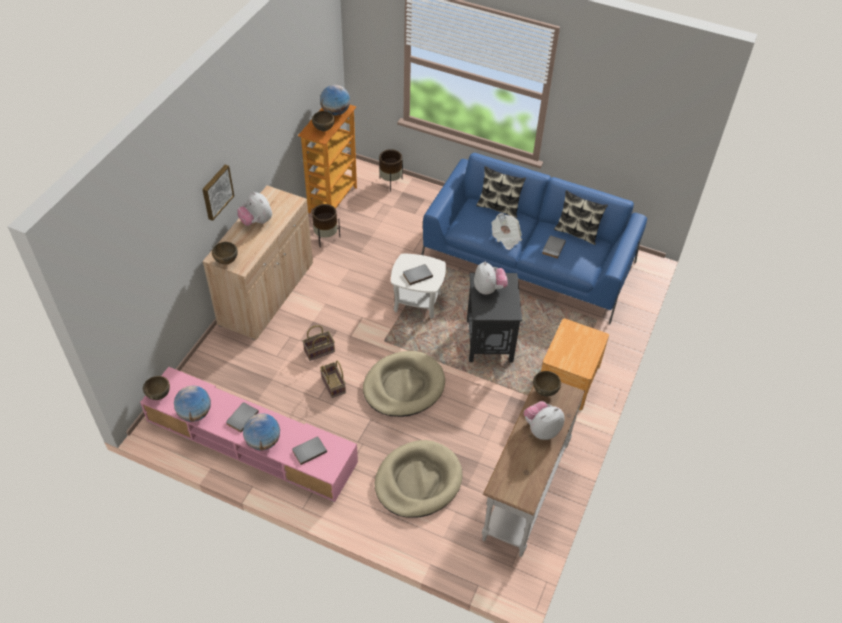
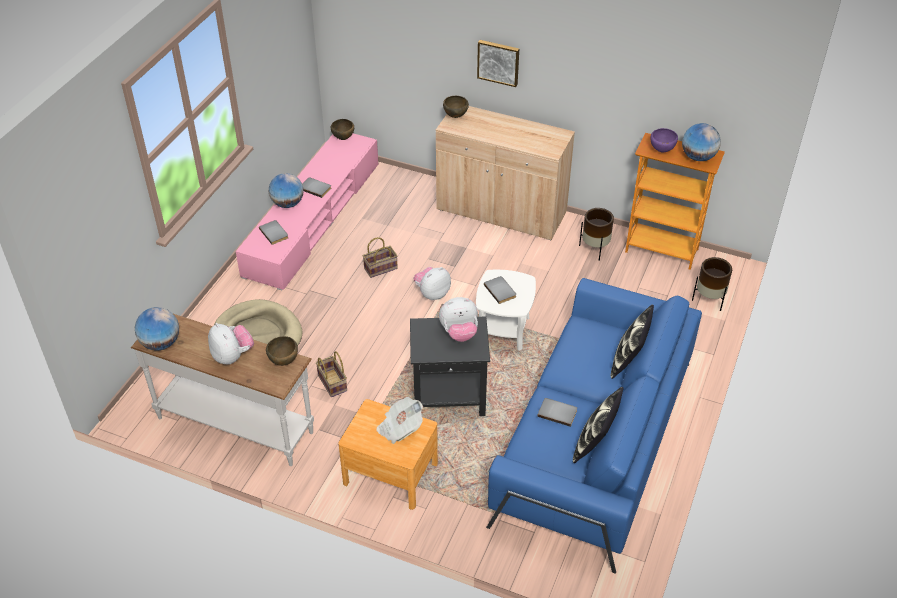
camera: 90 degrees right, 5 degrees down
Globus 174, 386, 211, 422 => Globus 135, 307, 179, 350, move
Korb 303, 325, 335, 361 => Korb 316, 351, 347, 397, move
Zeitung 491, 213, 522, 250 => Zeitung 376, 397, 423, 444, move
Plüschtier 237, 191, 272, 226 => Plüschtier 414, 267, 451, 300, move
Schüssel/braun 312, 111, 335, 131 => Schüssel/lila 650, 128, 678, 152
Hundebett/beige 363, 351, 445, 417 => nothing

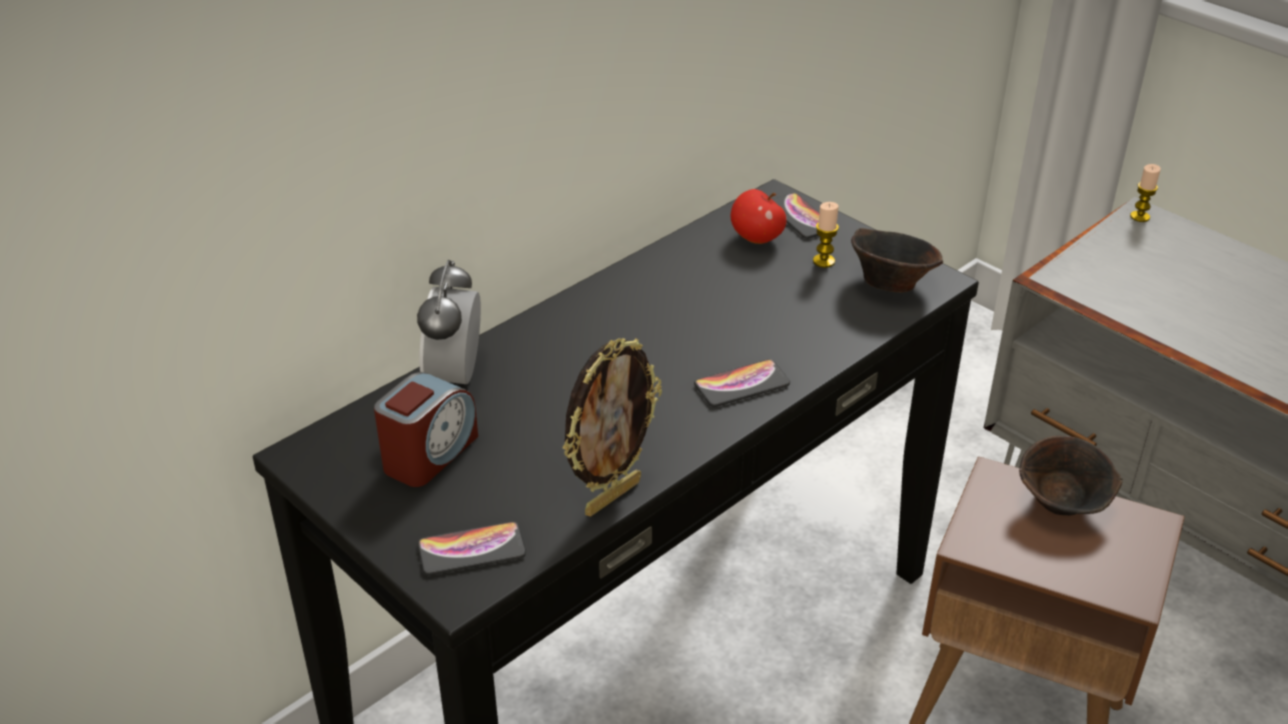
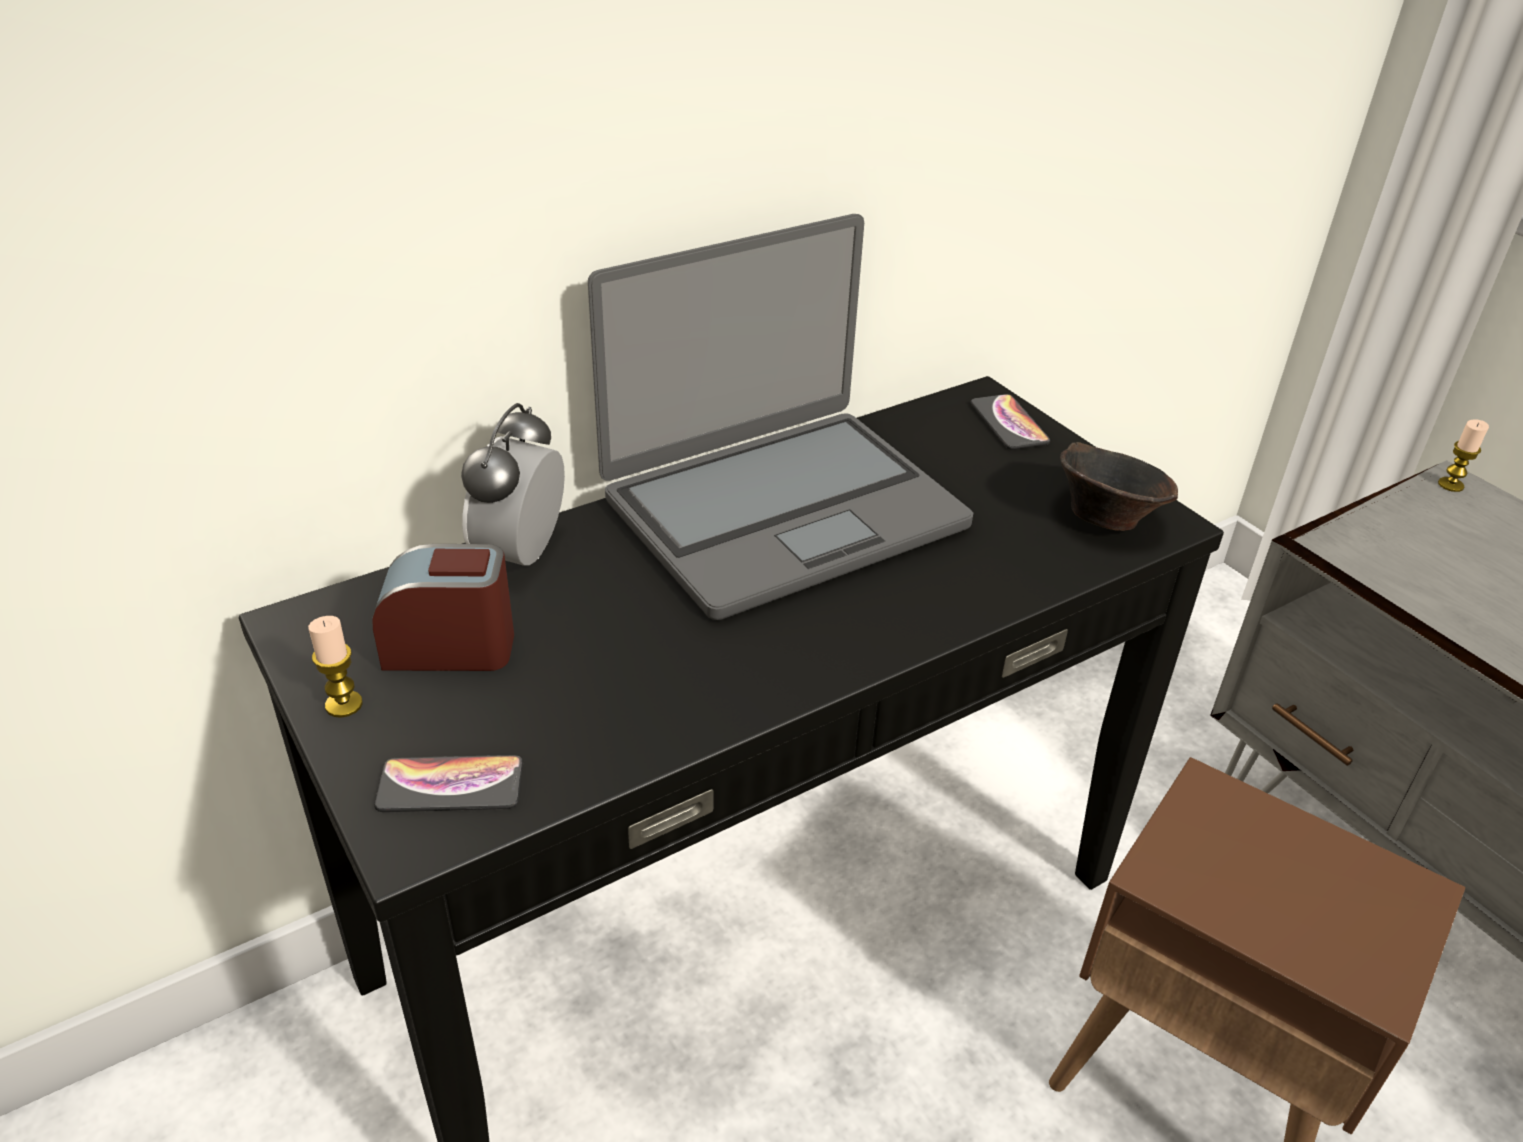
camera: 10 degrees right, 0 degrees up
Kerze 813, 202, 839, 268 => Kerze 308, 616, 363, 718, move
Wecker 374, 372, 478, 487 => Wecker 372, 544, 514, 671, 135 degrees counterclockwise
nothing => Laptop 588, 214, 973, 620
Bilderrahmen 563, 338, 662, 517 => nothing
Handy 694, 359, 790, 407 => nothing
Apfel 731, 189, 787, 244 => nothing
Schüssel/braun 1019, 436, 1122, 516 => nothing

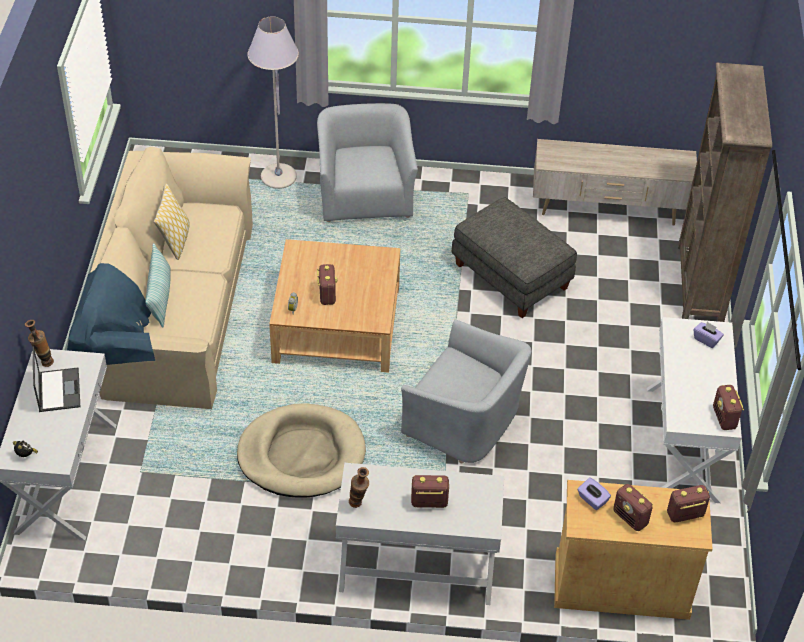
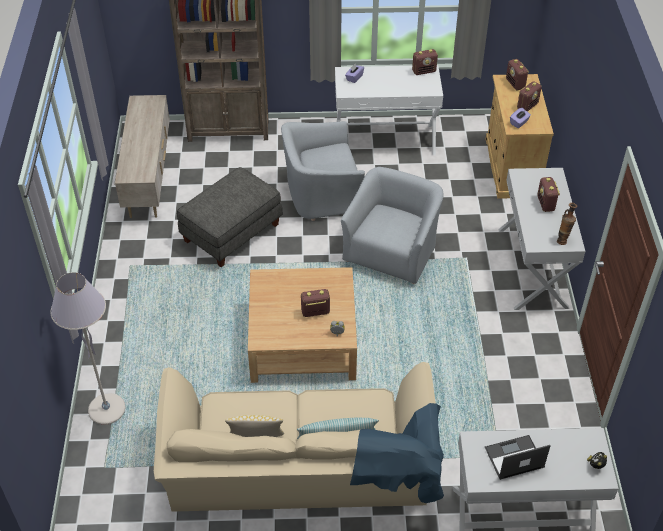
camera: 95 degrees left, 0 degrees up
Sessel/grau 317, 103, 418, 222 => Sessel/grau 281, 121, 365, 221, move
Vase 25, 320, 54, 367 => nothing
Hundebett/beige 237, 403, 366, 498 => nothing

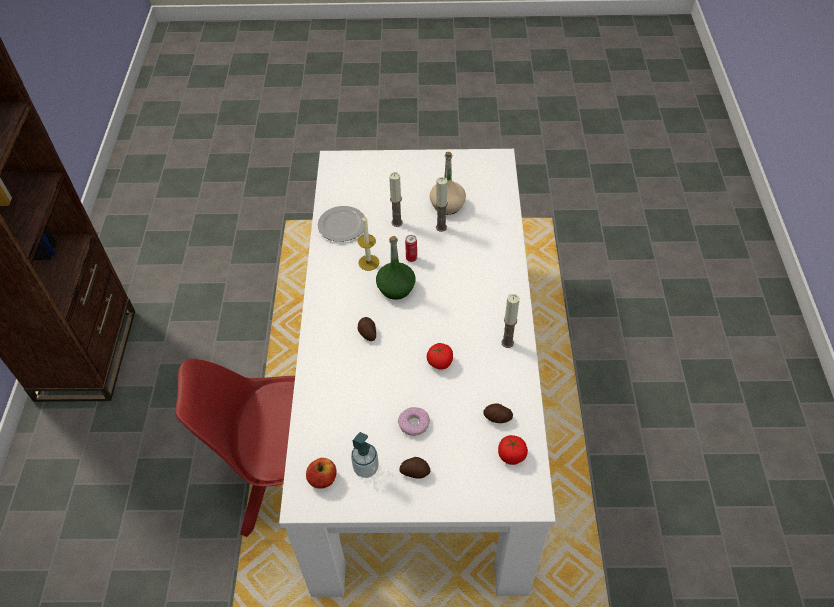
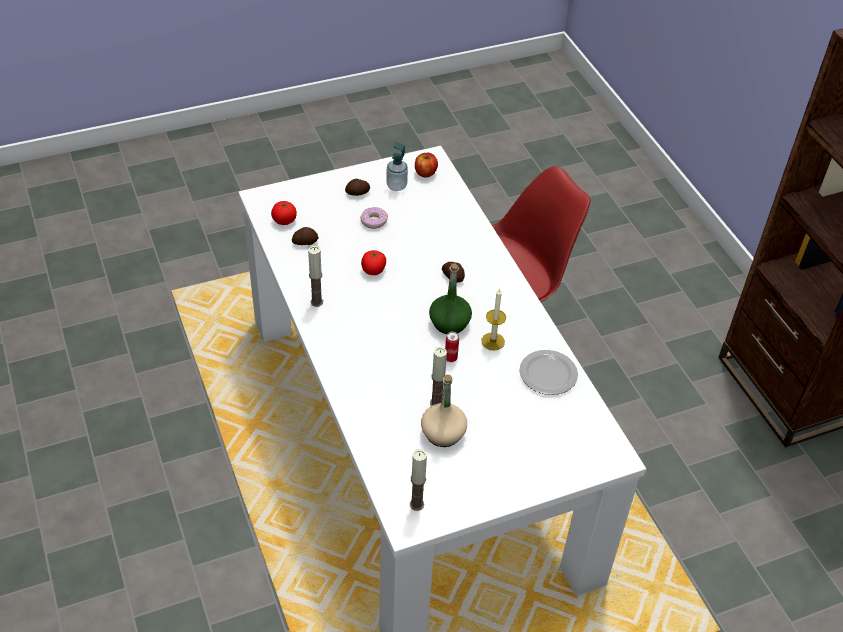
camera: 155 degrees right, 5 degrees down
Kerze 389, 172, 403, 227 => Kerze 410, 449, 427, 511, move

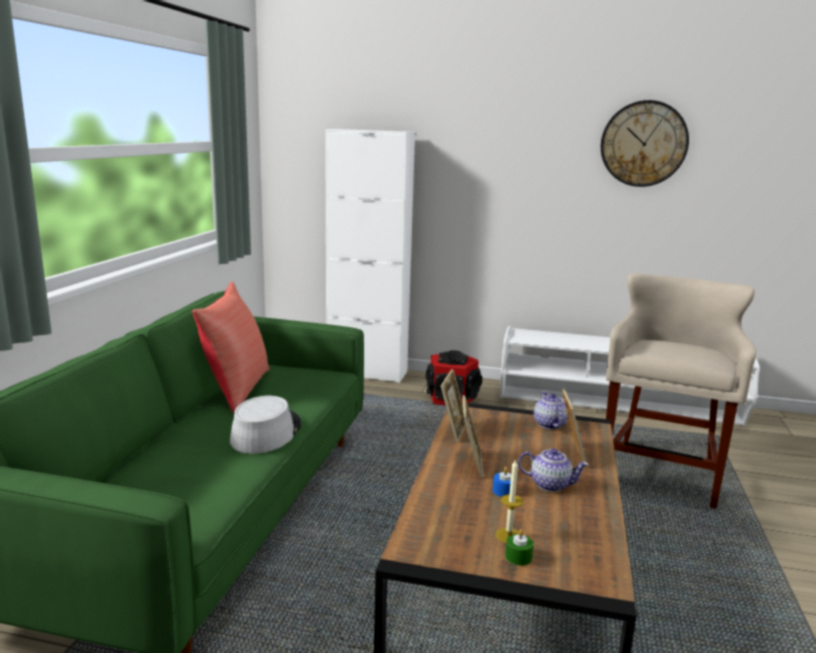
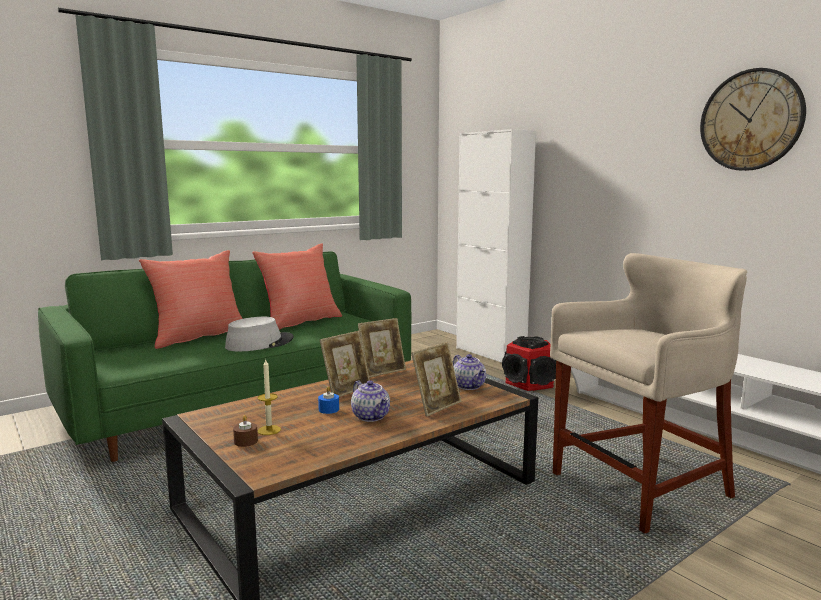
camera: 40 degrees right, 5 degrees down
nothing => Kissen/rot 139, 250, 243, 349
Kerze/grün 505, 529, 534, 566 => Kerze/braun 233, 415, 258, 447
Teekanne 534, 391, 568, 429 => Teekanne 453, 354, 486, 390, 120 degrees clockwise

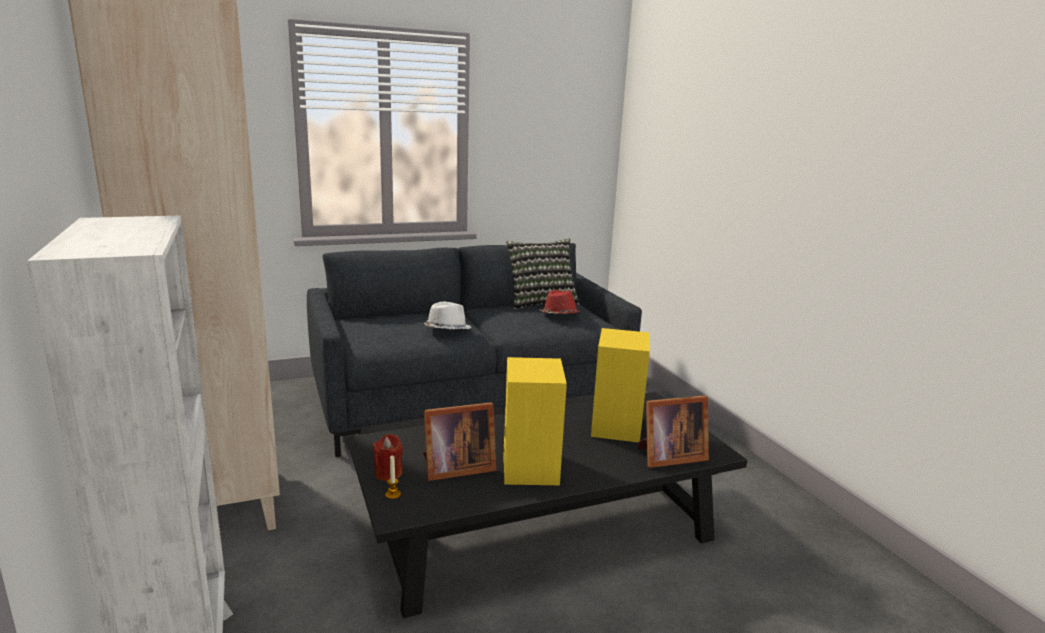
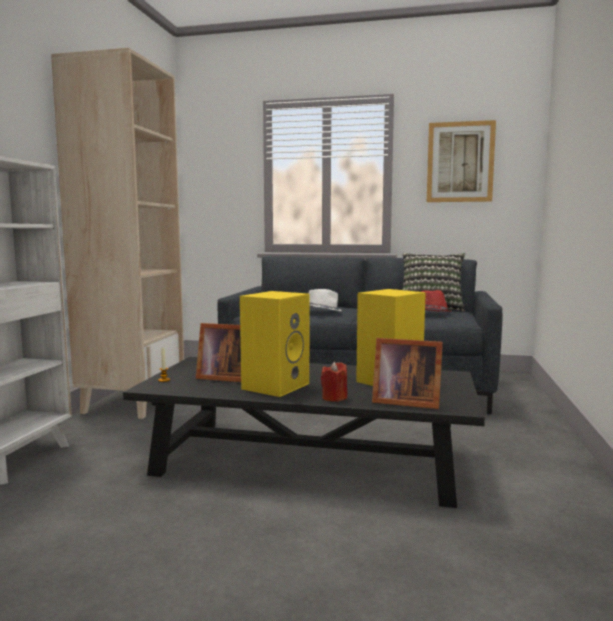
camera: 35 degrees right, 10 degrees down
Kerze/rot 373, 434, 403, 481 => Kerze/rot 321, 362, 347, 402, move
nothing => Bild 427, 120, 496, 202

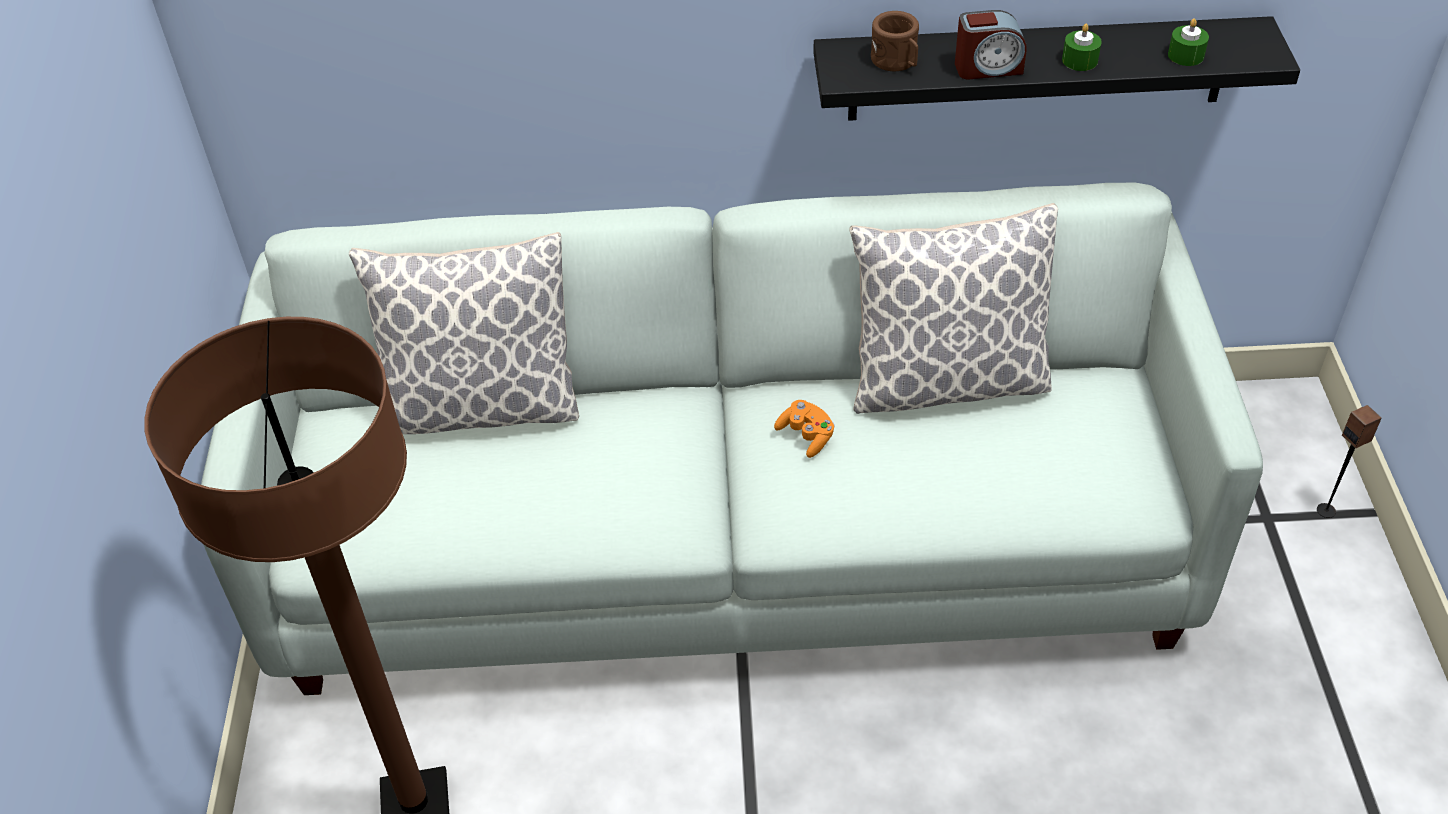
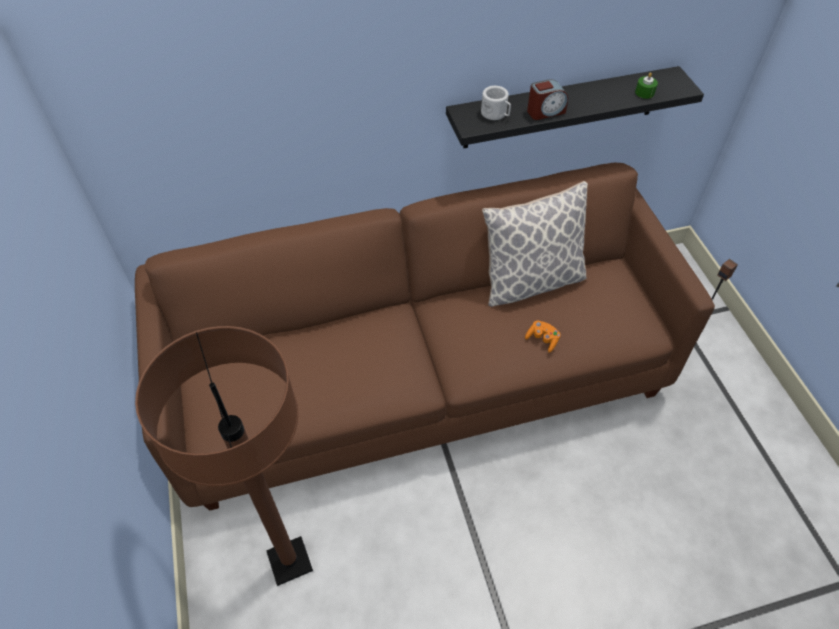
camera: 15 degrees left, 5 degrees up
Sofa/weiß 201, 183, 1263, 695 => Sofa/braun 135, 163, 715, 511
Henkelbecher/braun 871, 11, 919, 71 => Henkelbecher/weiß 481, 86, 511, 120
Gamepad/orange 774, 400, 834, 458 => Gamepad/orange 525, 321, 560, 353, move
Kissen 349, 232, 579, 434 => nothing
Kerze/grün 1062, 24, 1102, 71 => nothing

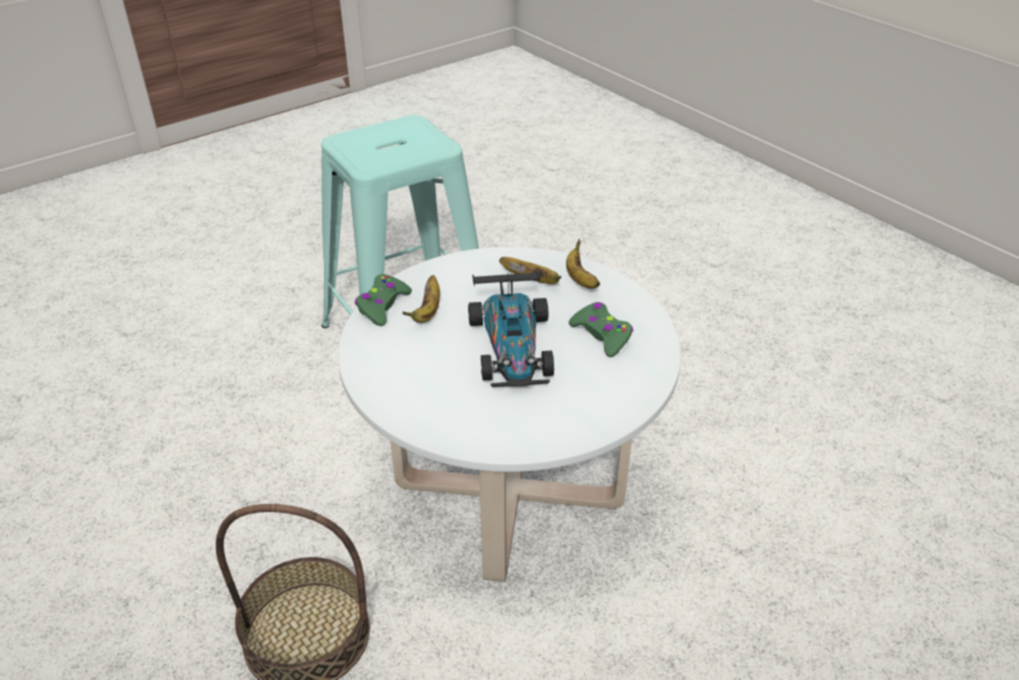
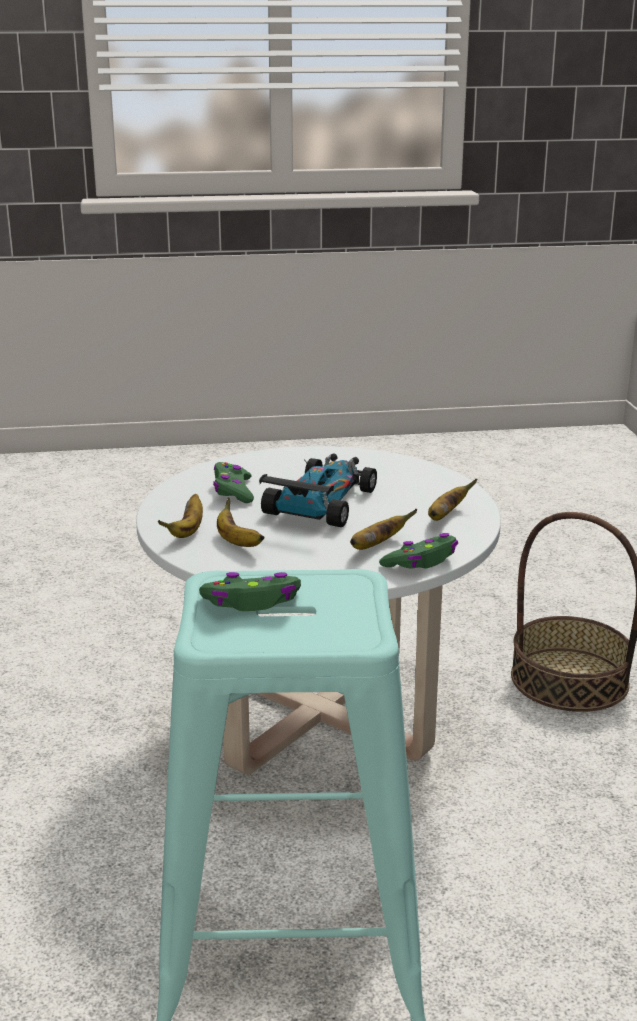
camera: 150 degrees left, 15 degrees down
nothing => Gamepad/grün 199, 572, 301, 611
nothing => Banane 428, 479, 477, 521

